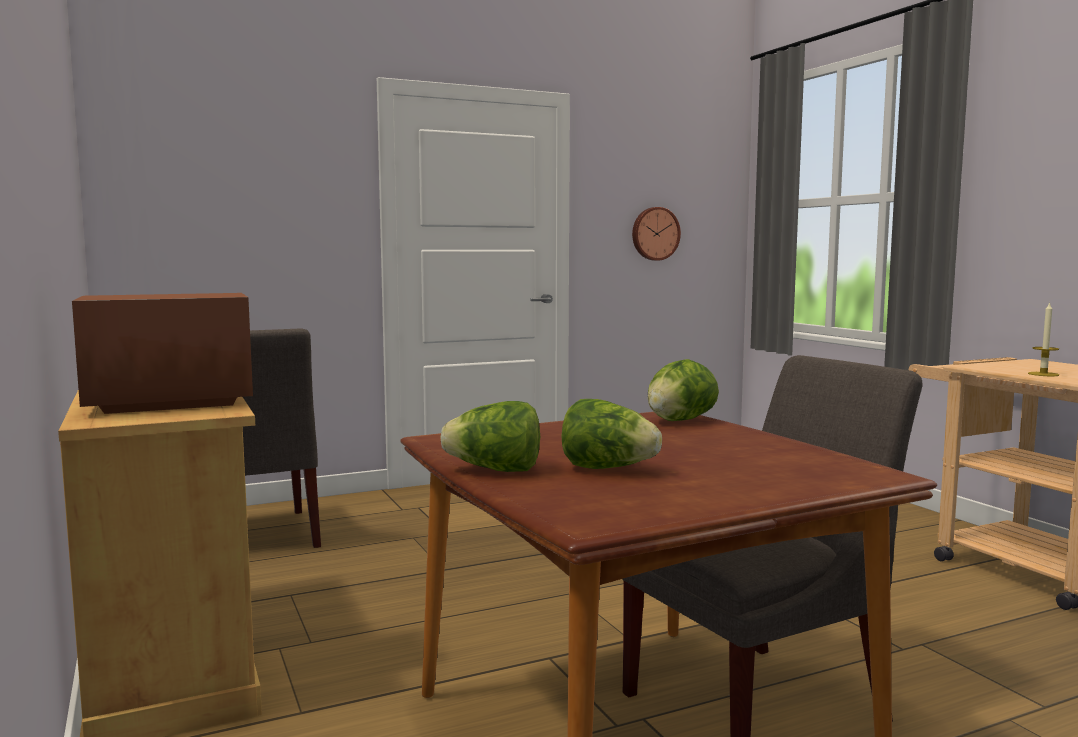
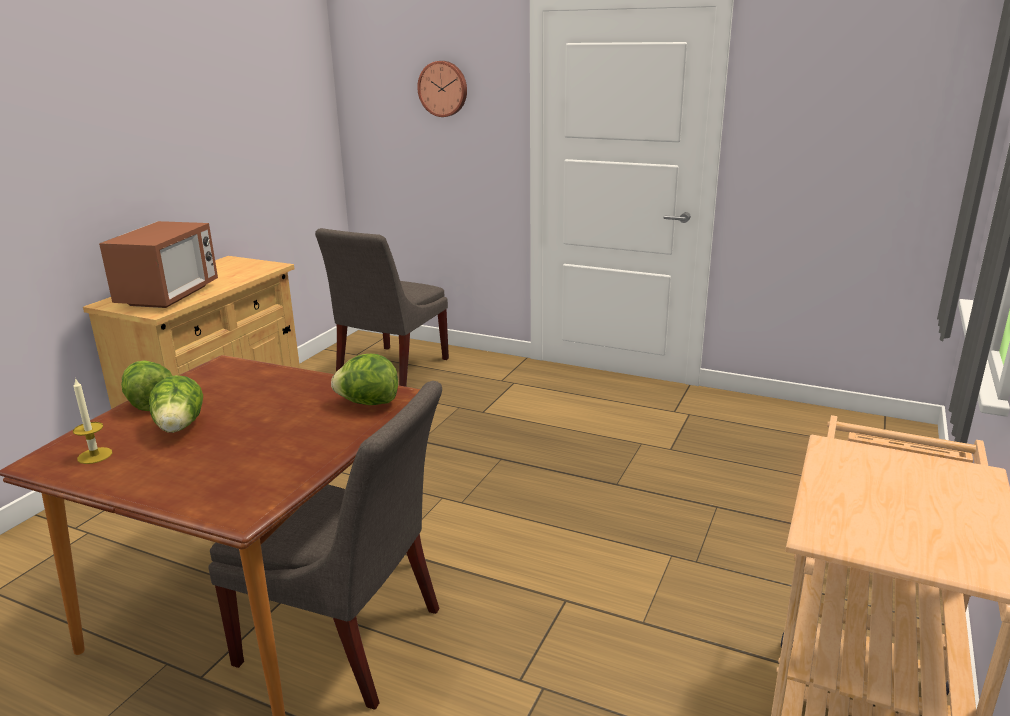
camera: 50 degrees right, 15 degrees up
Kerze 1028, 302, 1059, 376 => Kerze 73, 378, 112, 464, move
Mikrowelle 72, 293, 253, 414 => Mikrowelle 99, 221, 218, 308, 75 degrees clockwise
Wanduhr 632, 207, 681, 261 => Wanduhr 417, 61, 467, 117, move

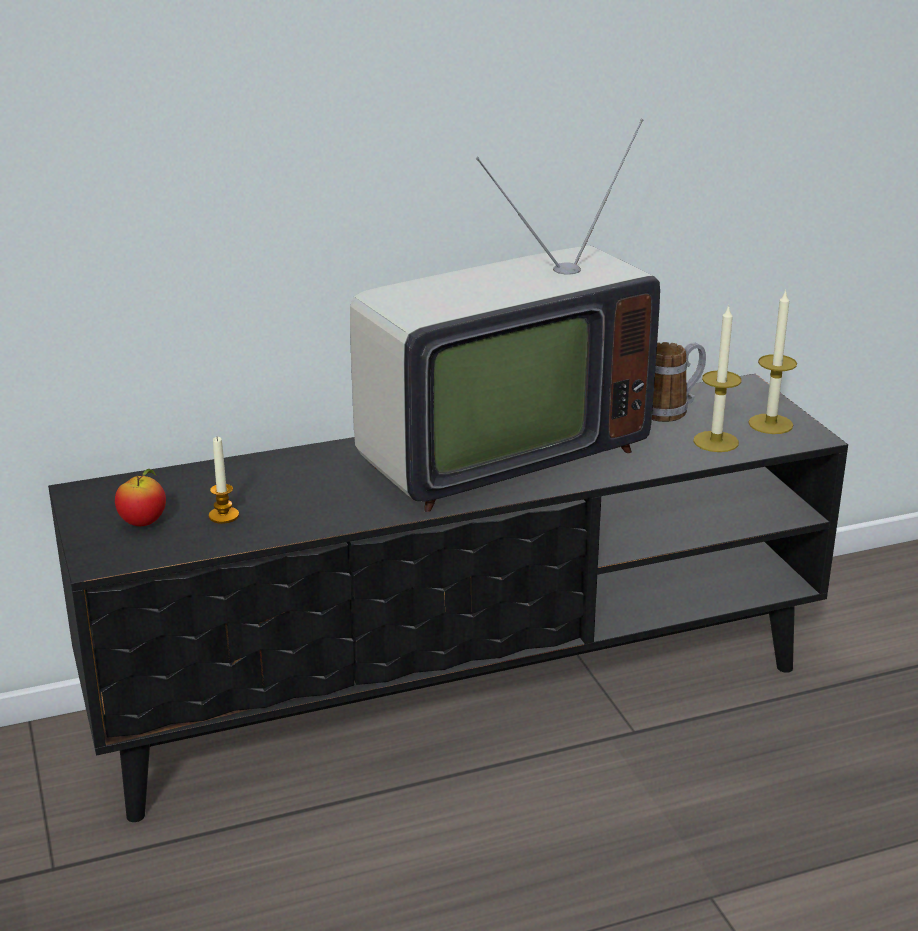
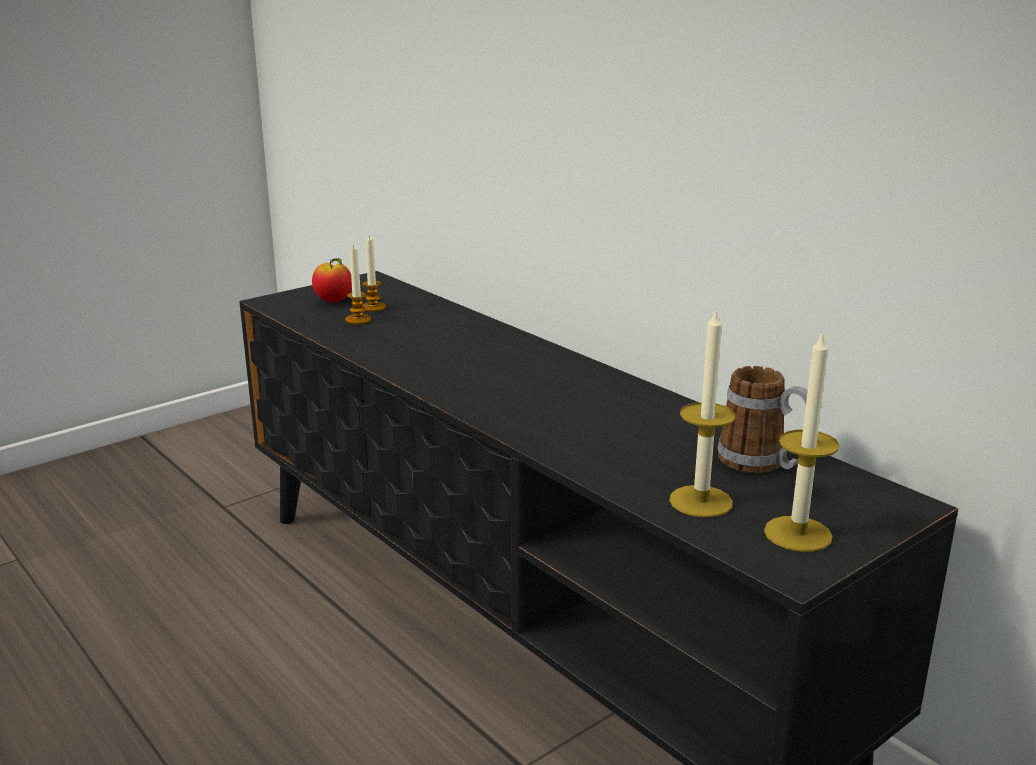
camera: 70 degrees right, 5 degrees down
nothing => Kerze 363, 236, 386, 312
Fernseher 350, 119, 660, 512 => nothing

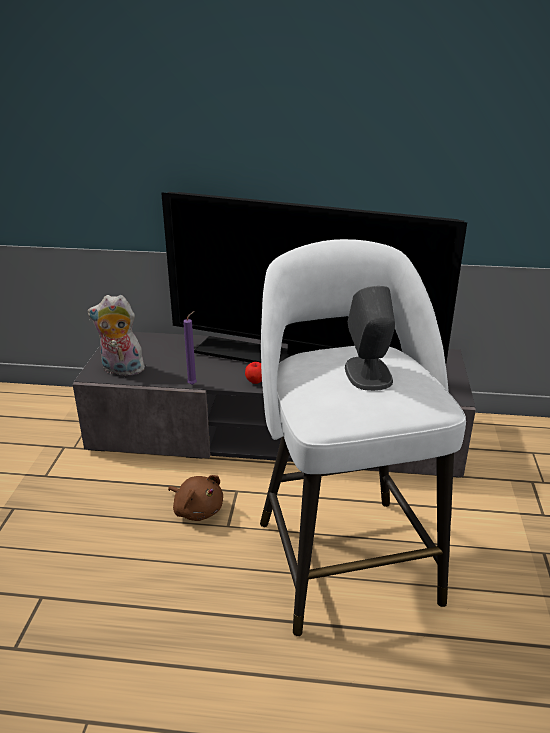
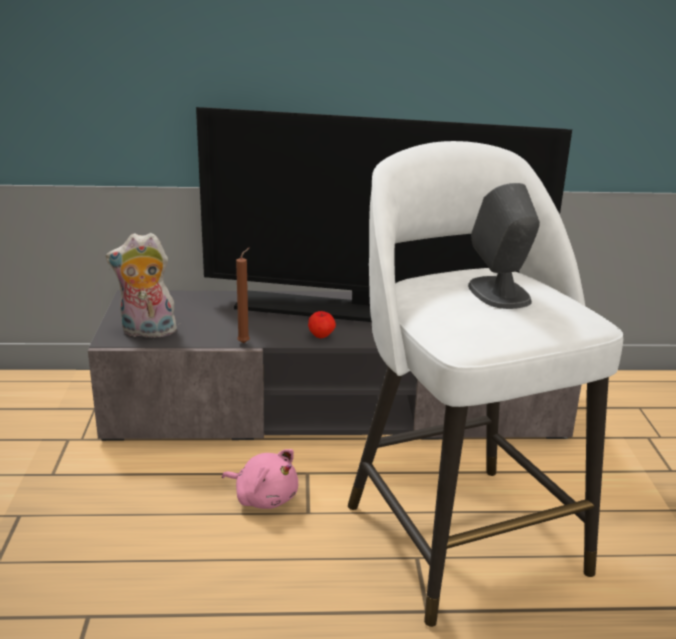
camera: 10 degrees left, 5 degrees down
Plüschtier/braun 168, 475, 223, 521 => Plüschtier/rosa 222, 449, 298, 509
Kerze/lila 183, 311, 197, 385 => Kerze/braun 236, 248, 250, 343

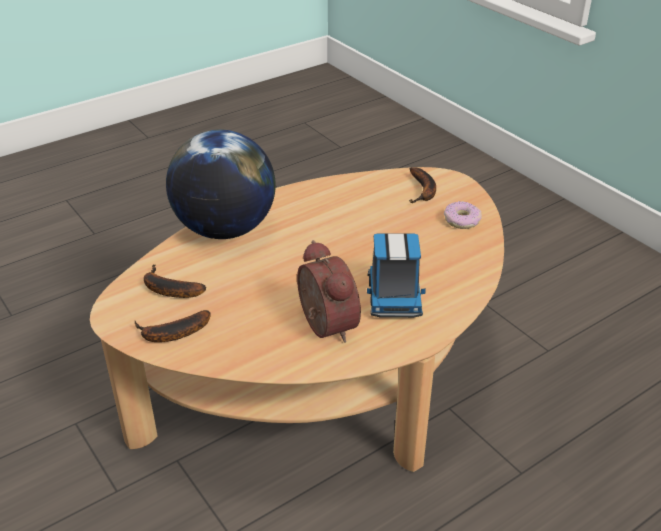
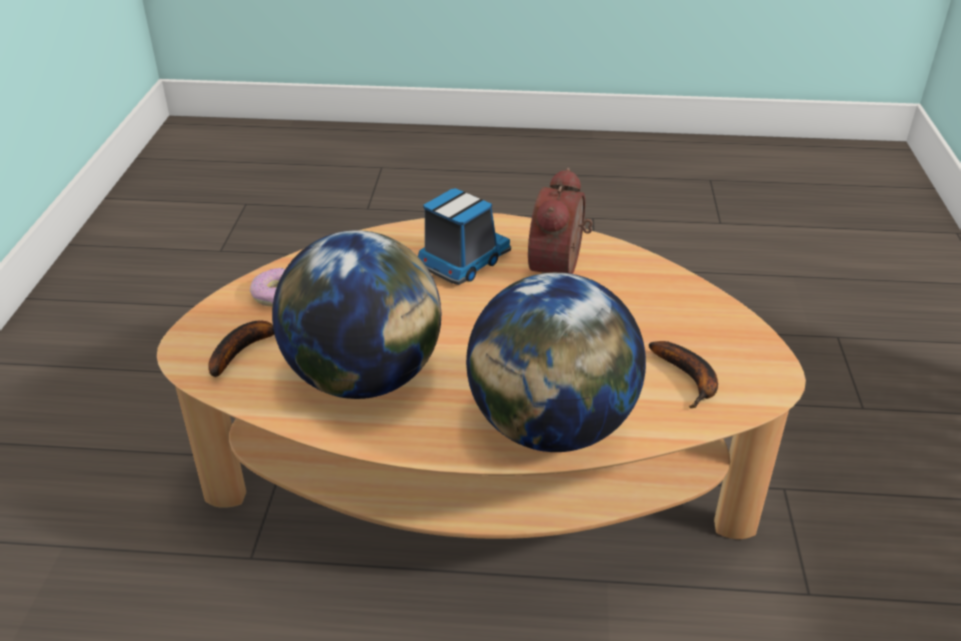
camera: 140 degrees left, 0 degrees up
nothing => Globus 272, 230, 441, 399
Banane 135, 310, 210, 342 => nothing

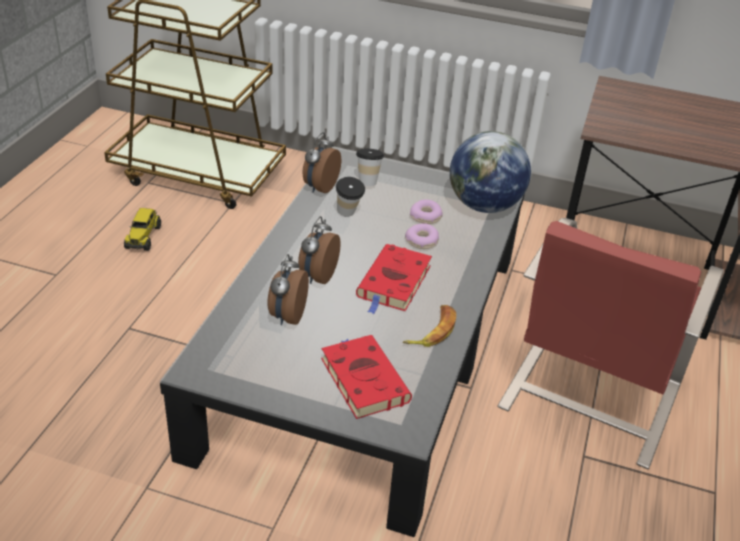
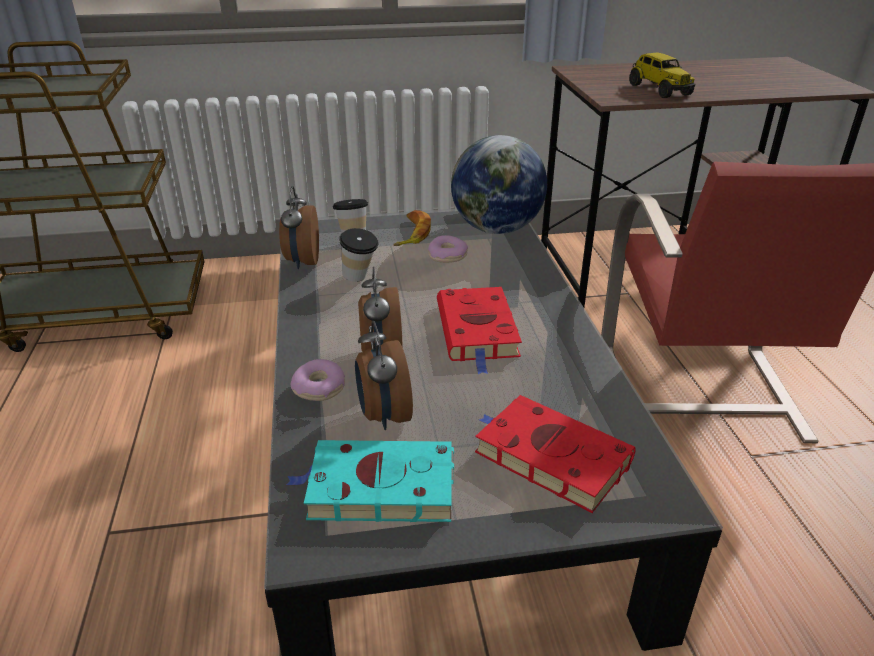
camera: 25 degrees left, 5 degrees down
nothing => Buch/türkis 286, 440, 454, 522
Donut 405, 223, 439, 249 => Donut 291, 359, 345, 401, move
Banane 403, 305, 456, 347 => Banane 394, 210, 431, 246, move
Spielzeuglaster 124, 208, 161, 251 => Spielzeuglaster 629, 52, 695, 98, move

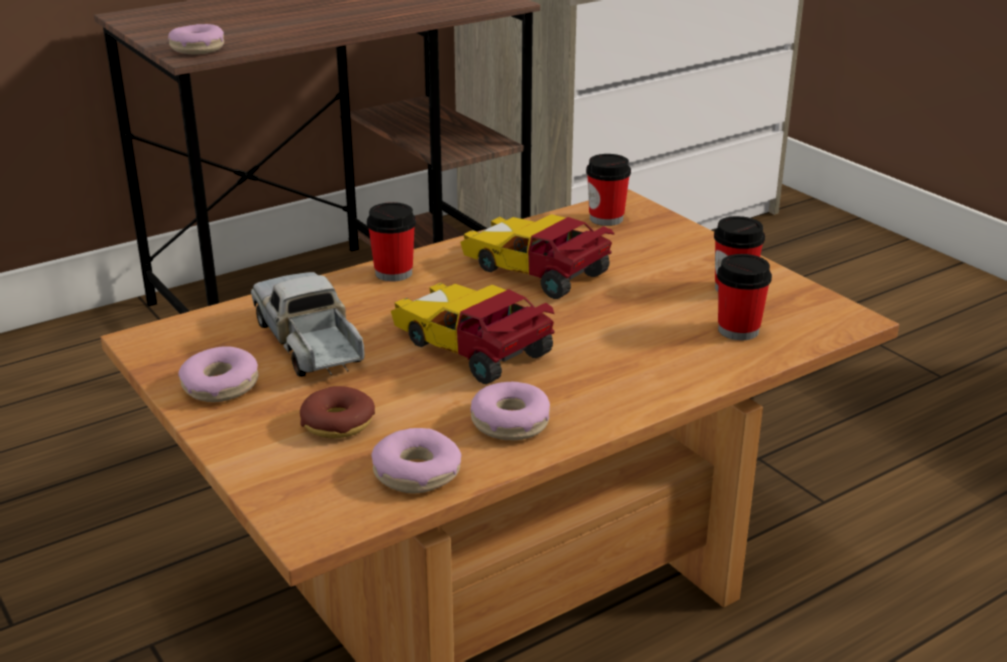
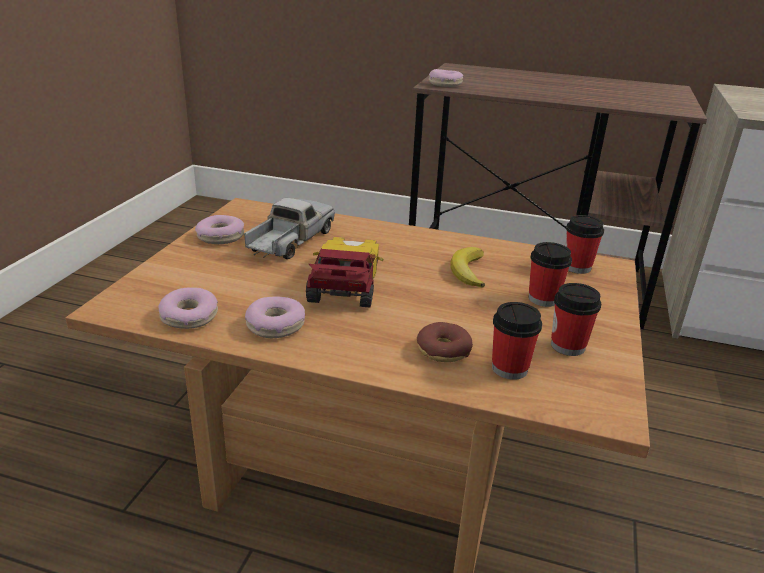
camera: 50 degrees right, 0 degrees up
Donut 300, 386, 375, 438 => Donut 417, 322, 473, 362, move
Spielzeugauto 460, 214, 615, 299 => Banane 450, 247, 485, 288
Tasse 367, 202, 416, 282 => Tasse 529, 242, 572, 307, move

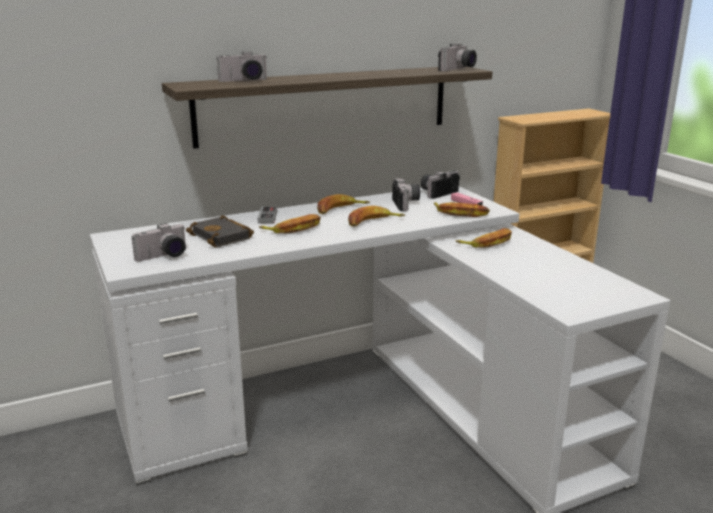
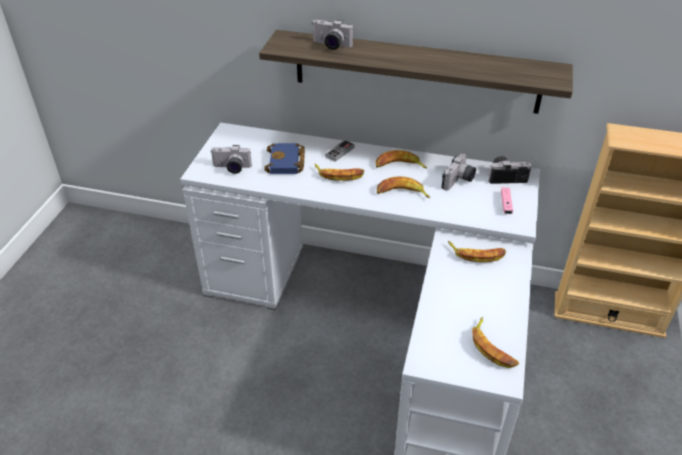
camera: 40 degrees right, 20 degrees up
Buch/schwarz 186, 215, 254, 247 => Buch/blau 264, 143, 305, 174
Banane 434, 202, 490, 217 => Banane 472, 317, 519, 368, move
Kamera 438, 43, 477, 71 => nothing

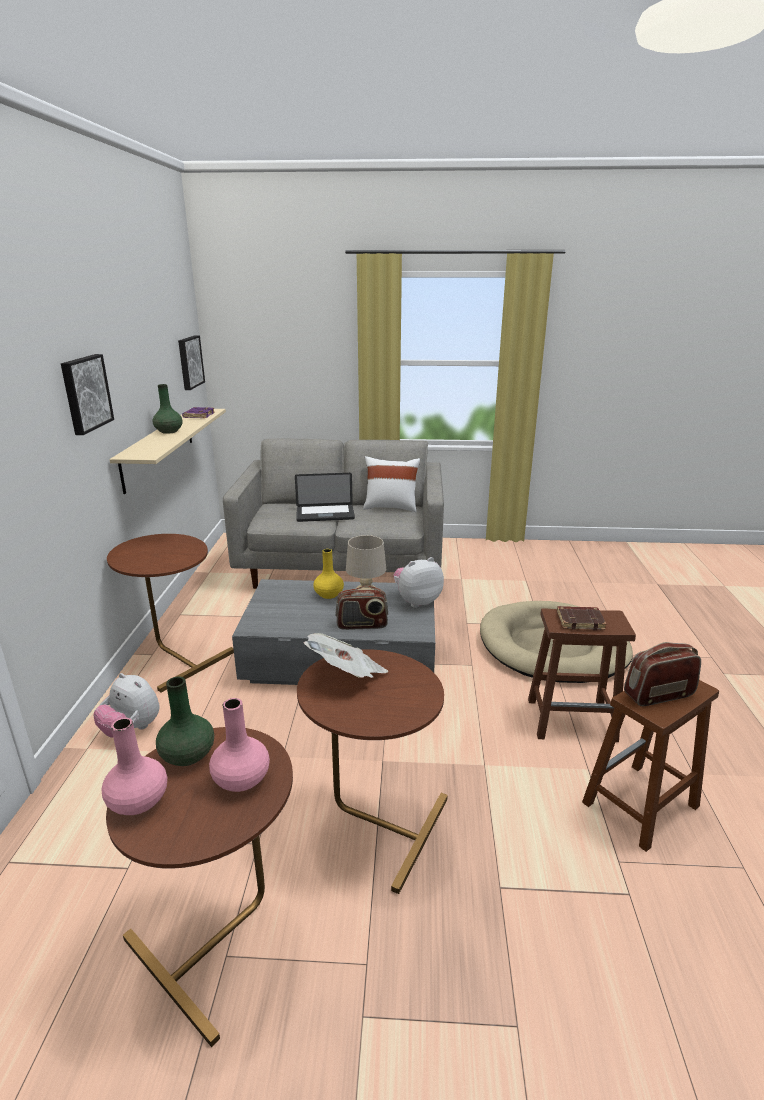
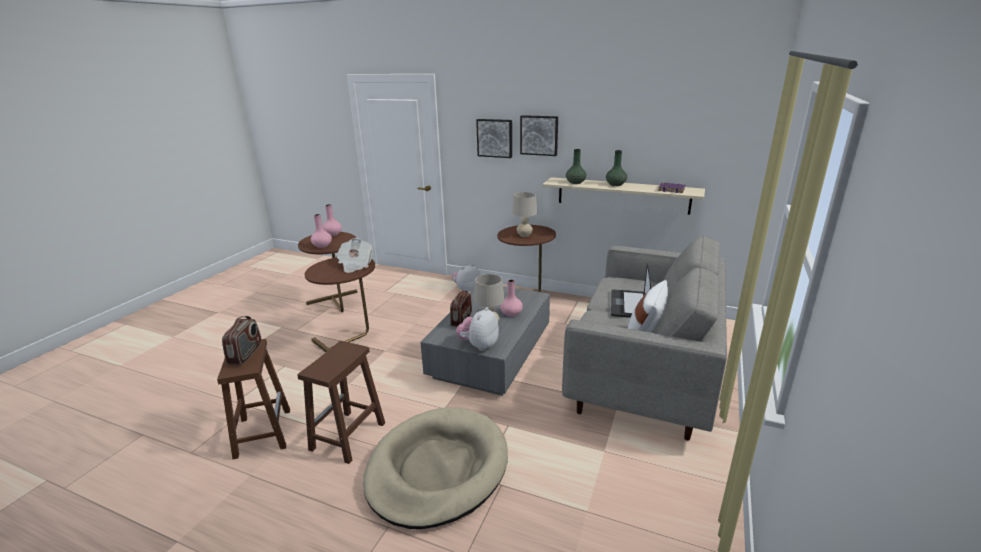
camera: 110 degrees right, 0 degrees up
Plüschtier 393, 557, 444, 608 => Plüschtier 456, 307, 499, 351, 150 degrees counterclockwise
Bild 178, 335, 205, 390 => Bild 476, 119, 512, 158, move
Vase/gelb 313, 549, 344, 599 => Vase/rosa 500, 279, 523, 317
nothing => Tischlampe/beige 512, 192, 538, 237
Vase/grün 156, 676, 214, 766 => Vase/grün 566, 149, 586, 184, move
Buch/braun 557, 606, 607, 631 => nothing

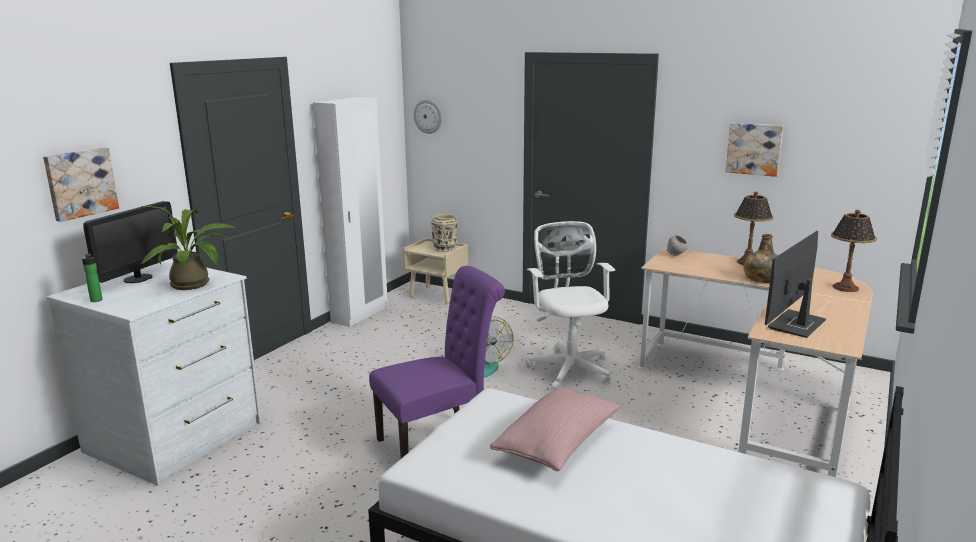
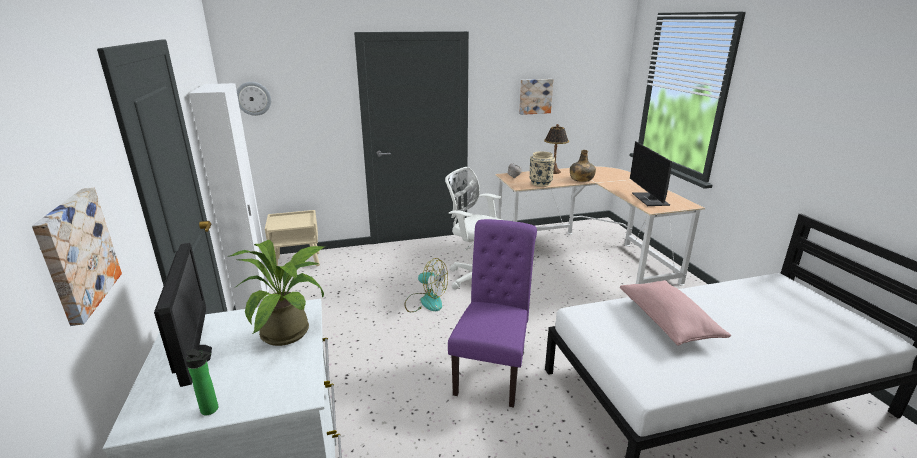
camera: 45 degrees left, 5 degrees up
Vase/beige 431, 214, 458, 252 => Vase/beige 530, 151, 555, 187, move
Tischlampe 831, 210, 877, 292 => nothing

